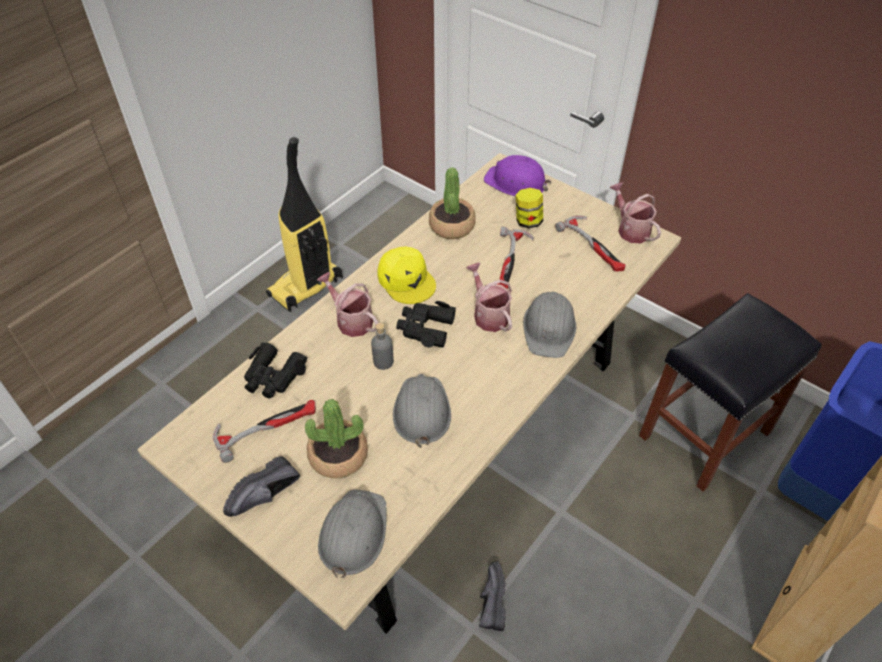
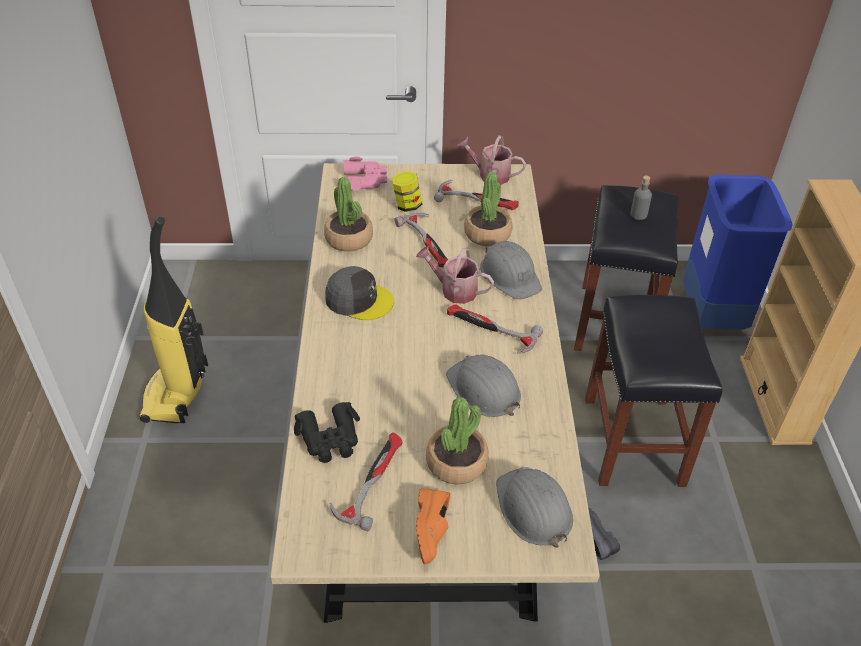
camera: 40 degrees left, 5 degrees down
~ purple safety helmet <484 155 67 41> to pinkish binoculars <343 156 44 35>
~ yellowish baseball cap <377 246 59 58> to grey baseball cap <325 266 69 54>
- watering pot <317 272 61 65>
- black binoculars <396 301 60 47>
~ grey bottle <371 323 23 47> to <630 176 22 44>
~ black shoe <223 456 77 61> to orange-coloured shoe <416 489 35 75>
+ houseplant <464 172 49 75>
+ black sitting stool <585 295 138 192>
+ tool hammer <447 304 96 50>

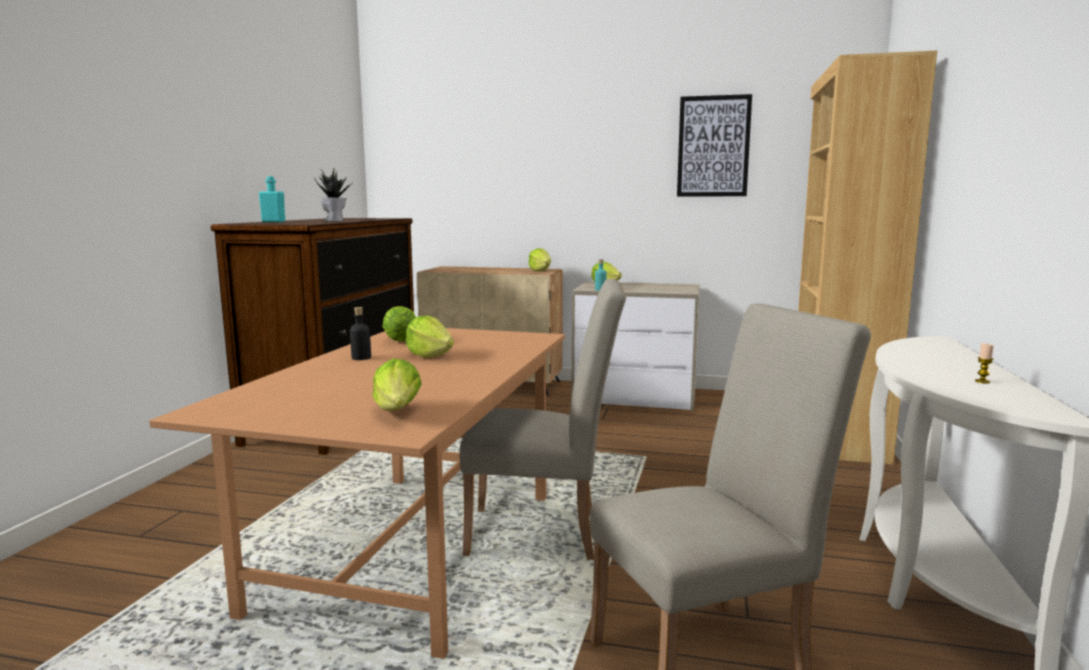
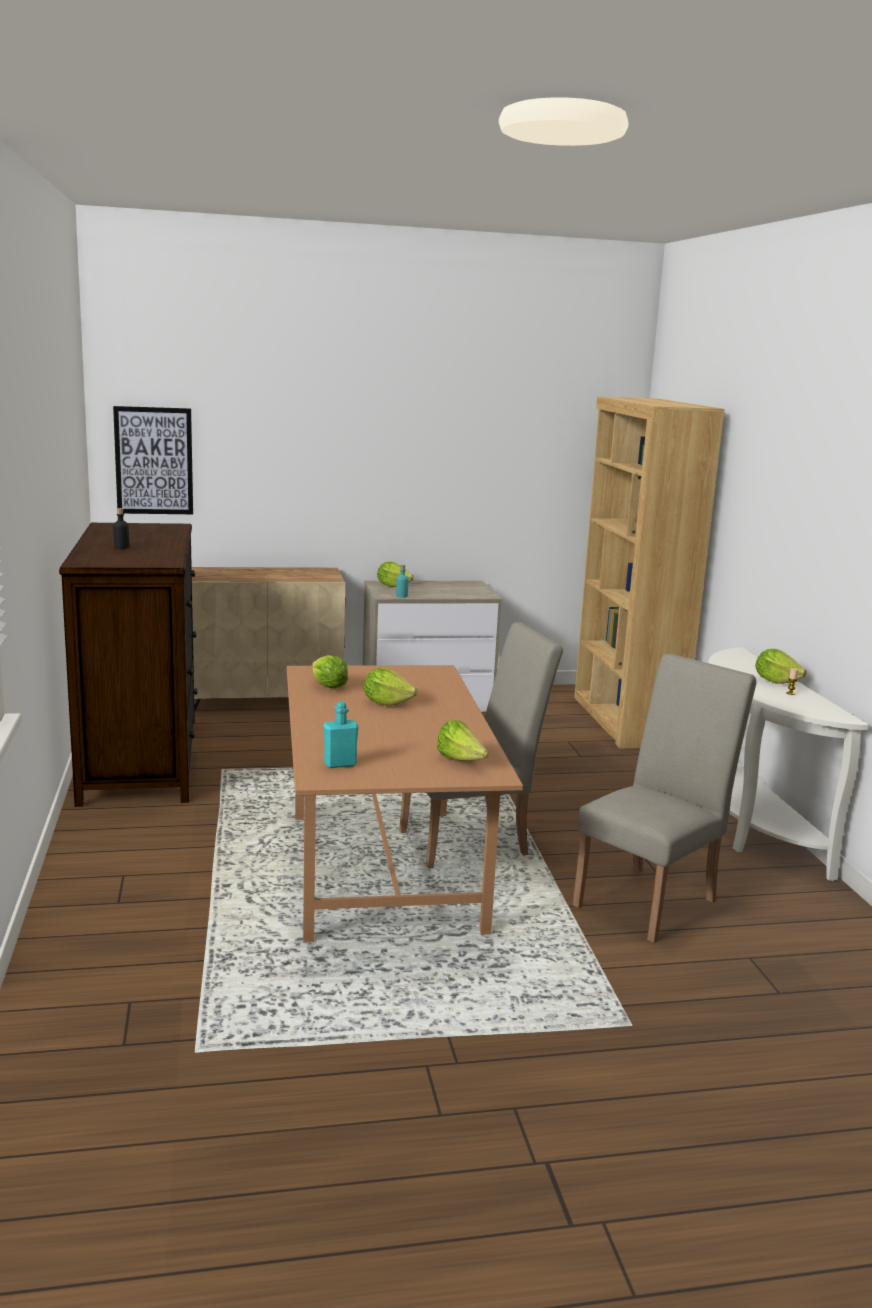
camera: 25 degrees left, 5 degrees up
~ picture <677 94 75 102> to <113 406 80 108>
- houseplant <314 168 37 53>
~ turquoise-coloured bottle <259 176 26 46> to <323 702 36 66>
~ lettuce head <528 248 23 23> to <755 649 52 35>
~ black bottle <350 307 21 53> to <113 508 16 41>

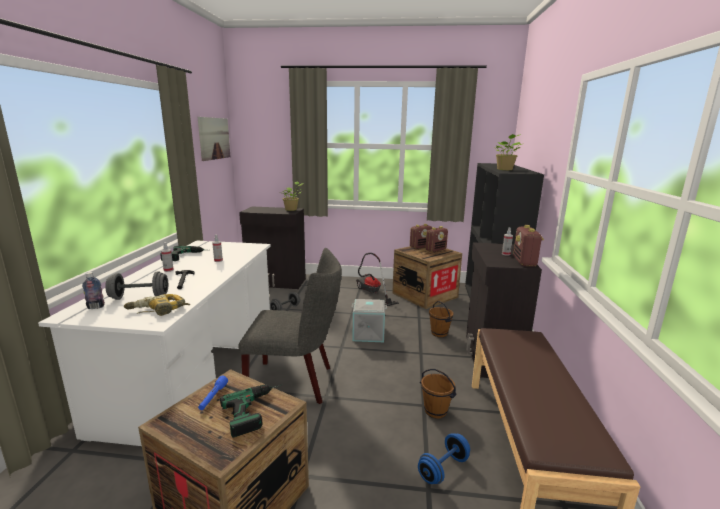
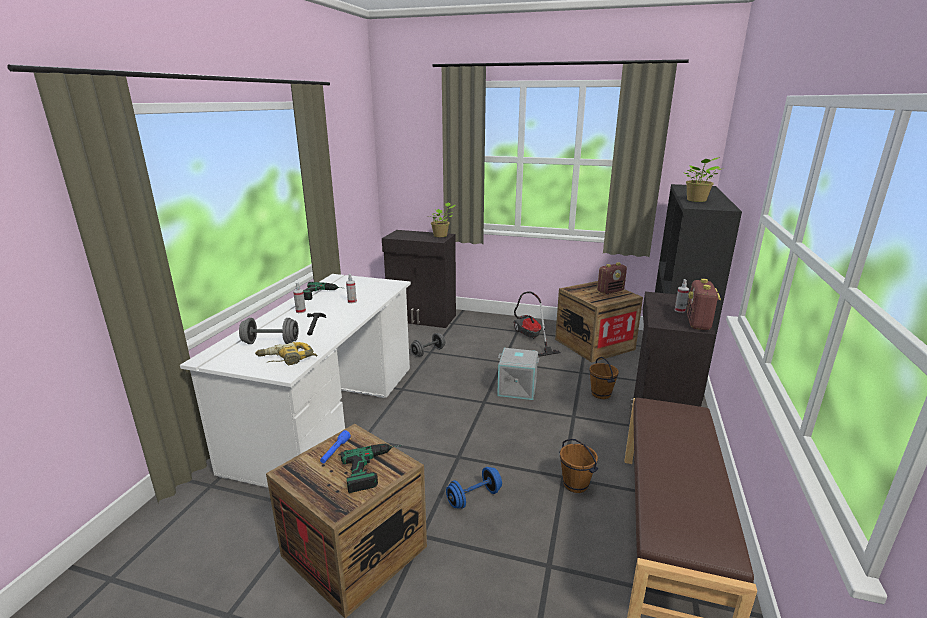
camera: 10 degrees right, 5 degrees up
- picture <198 117 32 44>
- radio set <410 224 22 25>
- grey upright chair <238 248 104 156>
- bottle <82 272 23 37>
~ blue-coloured free weight <418 433 52 51> to <446 467 56 42>

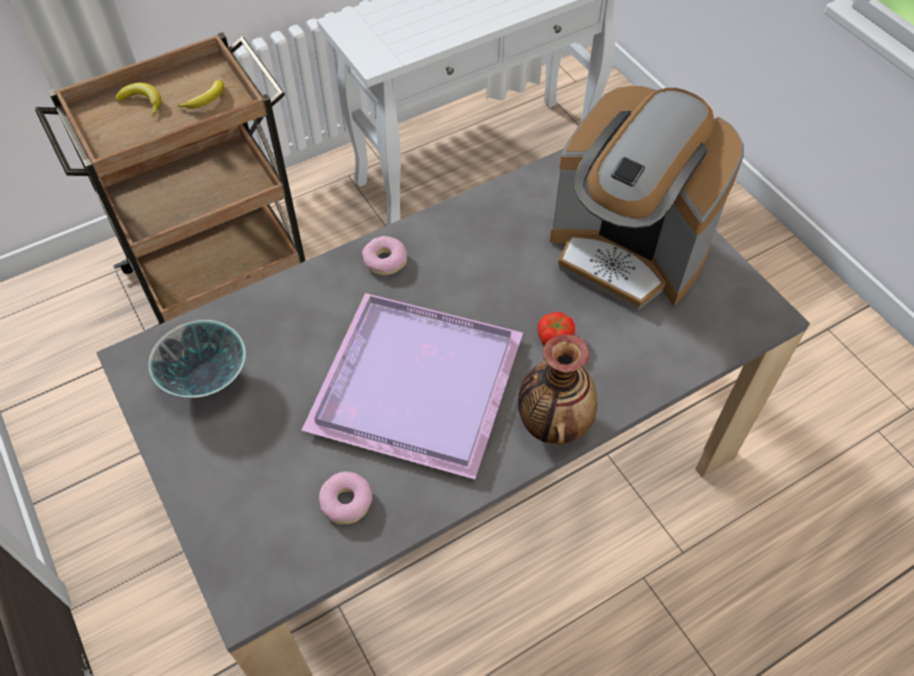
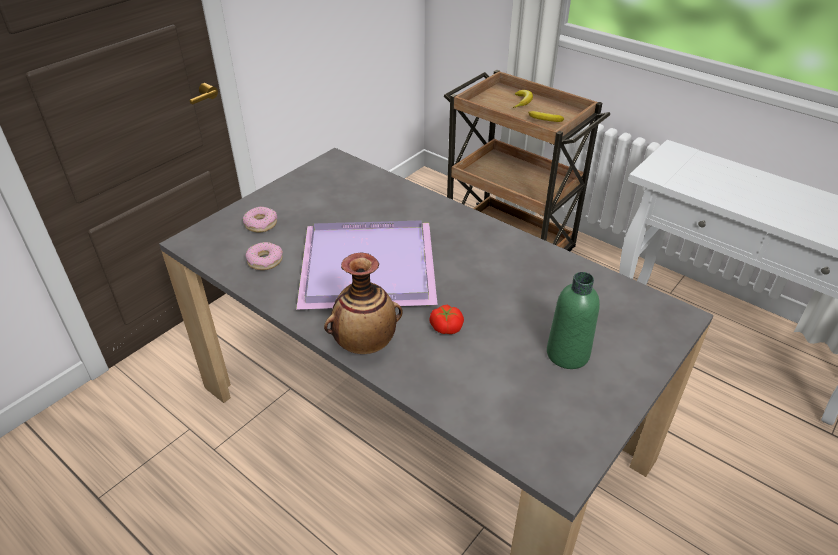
camera: 70 degrees right, 15 degrees down
~ coffee machine <550 86 194 224> to green bottle <547 272 53 97>
~ ring doughnut <362 236 45 39> to <243 207 34 26>
- bowl <148 320 98 78>

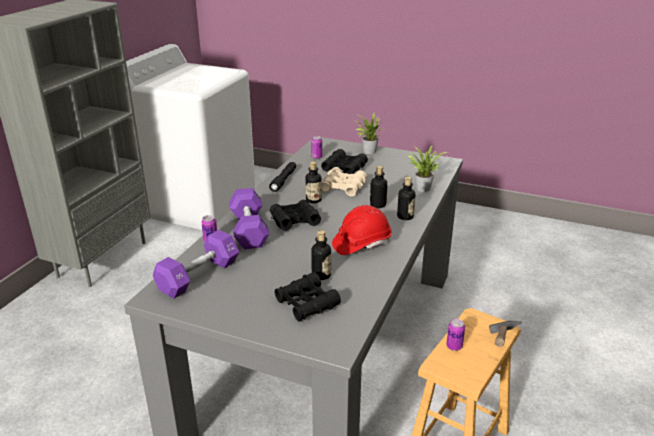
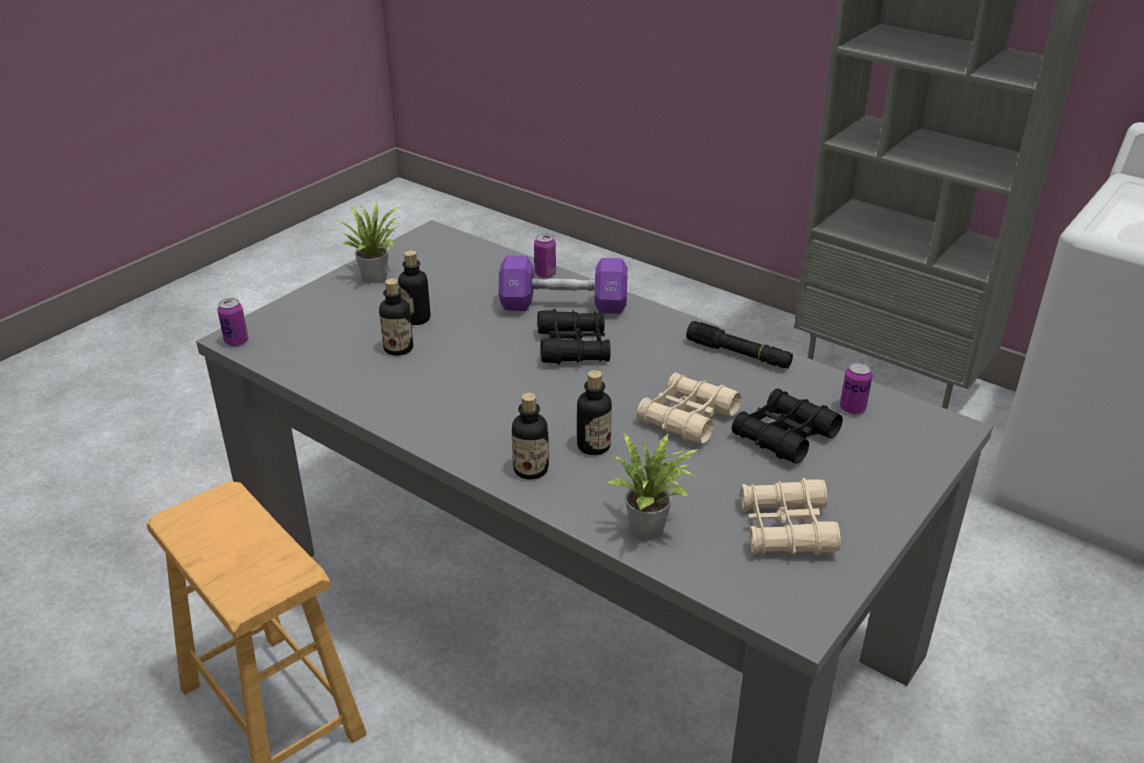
camera: 105 degrees right, 5 degrees up
~ houseplant <356 112 26 42> to <334 201 66 82>
~ bottle <305 161 17 42> to <398 250 33 75>
- red-coloured safety helmet <332 205 60 50>
- purple free weight <153 230 86 69>
- black binoculars <275 272 66 50>
~ metal can <446 319 19 32> to <217 298 31 49>
- tool hammer <489 321 33 26>
+ sand-coloured binoculars <741 478 100 77>

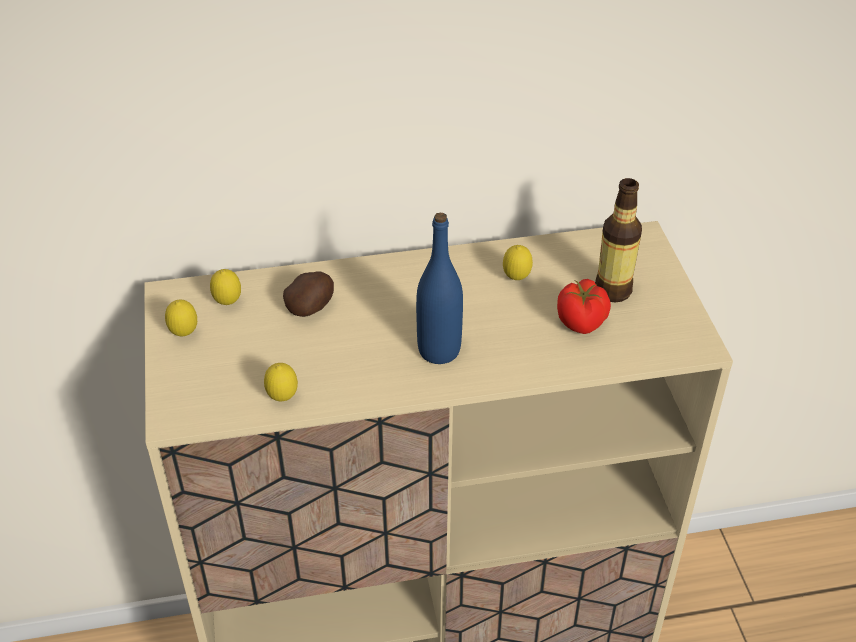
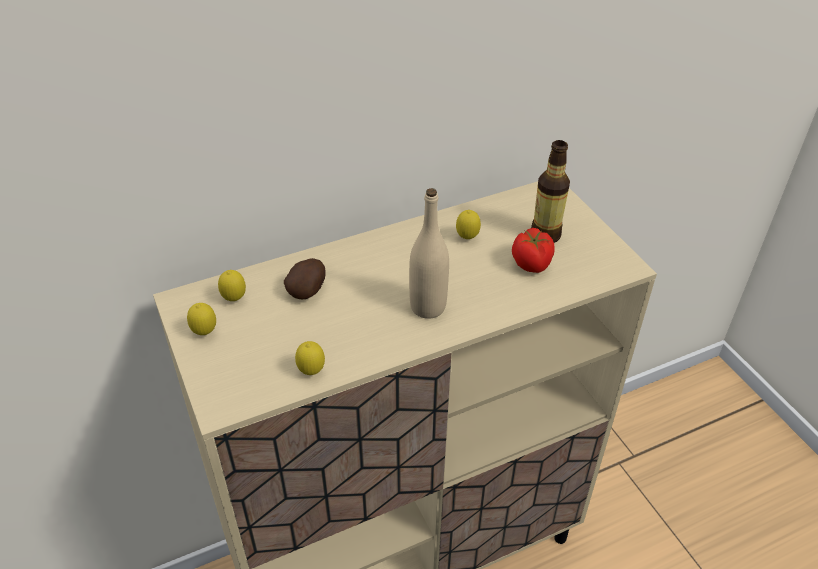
camera: 15 degrees left, 0 degrees up
~ blue-coloured bottle <416 213 47 151> to sand-coloured bottle <409 188 40 131>

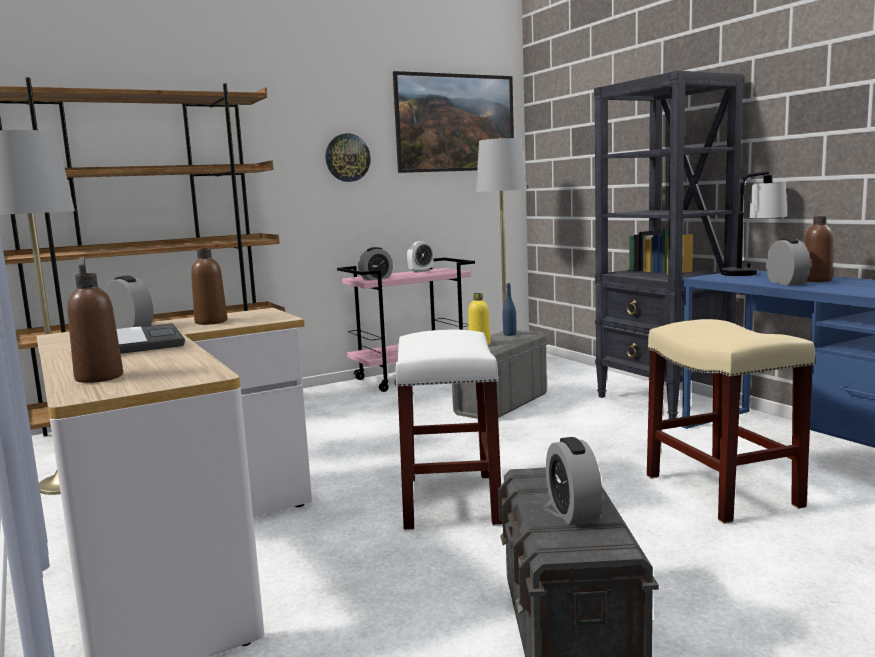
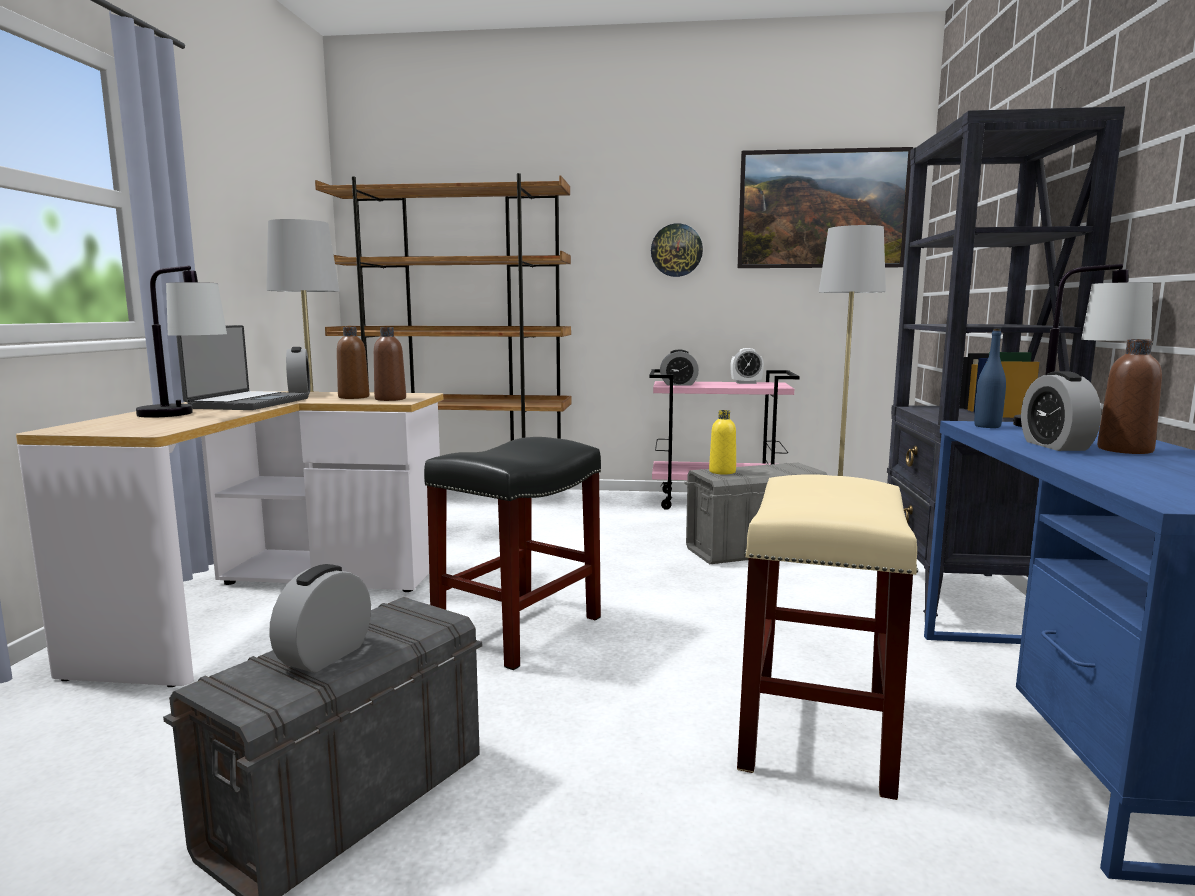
camera: 35 degrees right, 0 degrees up
~ table clock <766 238 44 47> = <1021 371 80 80> 150 degrees clockwise
~ brown-coloured bottle <67 273 56 110> to <374 327 32 74>
~ blue-coloured bottle <503 283 13 53> to <974 329 32 99>
~ whitish sitting stool <395 330 108 201> to black sitting stool <424 437 177 233>
+ tabletop lamp <136 266 91 152>

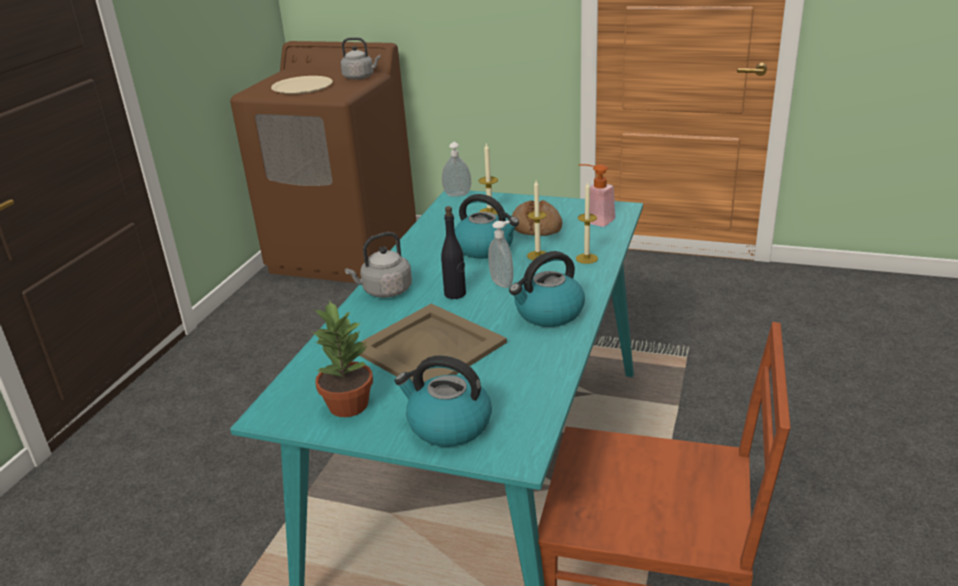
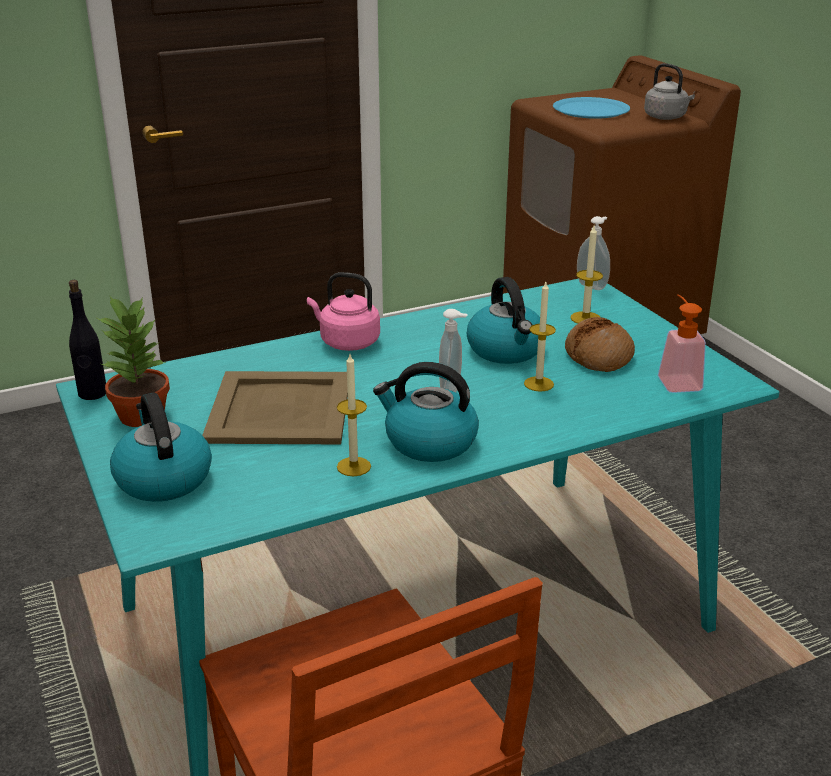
camera: 45 degrees right, 0 degrees up
~ sand-coloured flat dish <271 76 62 18> to blue-coloured flat dish <553 97 77 22>
~ wax light <576 182 22 82> to <337 354 34 123>
~ black bottle <441 206 25 93> to <69 280 37 120>
~ grey kettle <345 232 67 66> to pinkish kettle <307 272 73 79>

